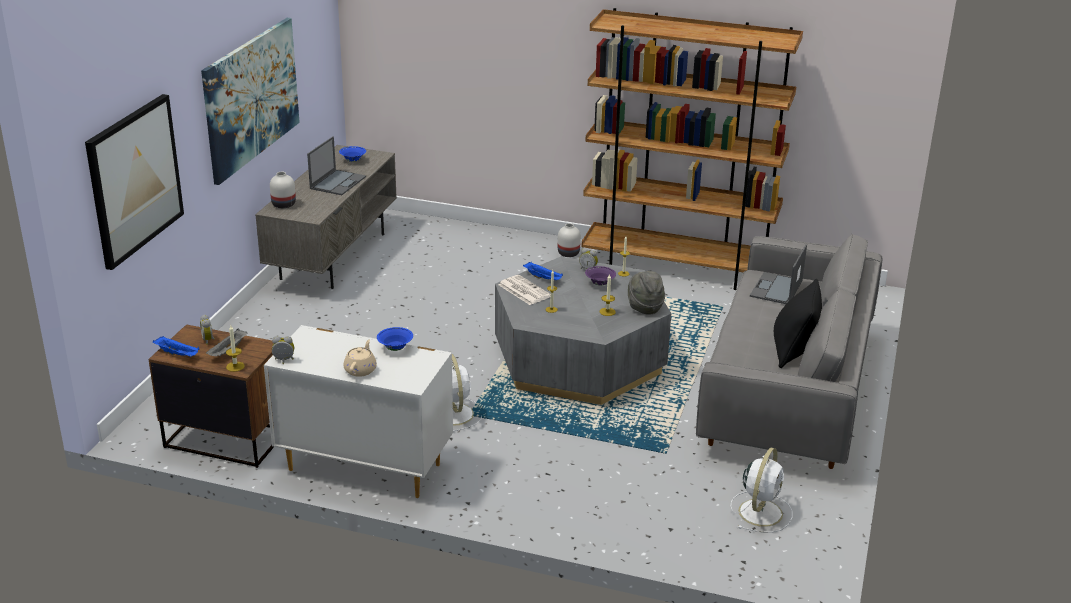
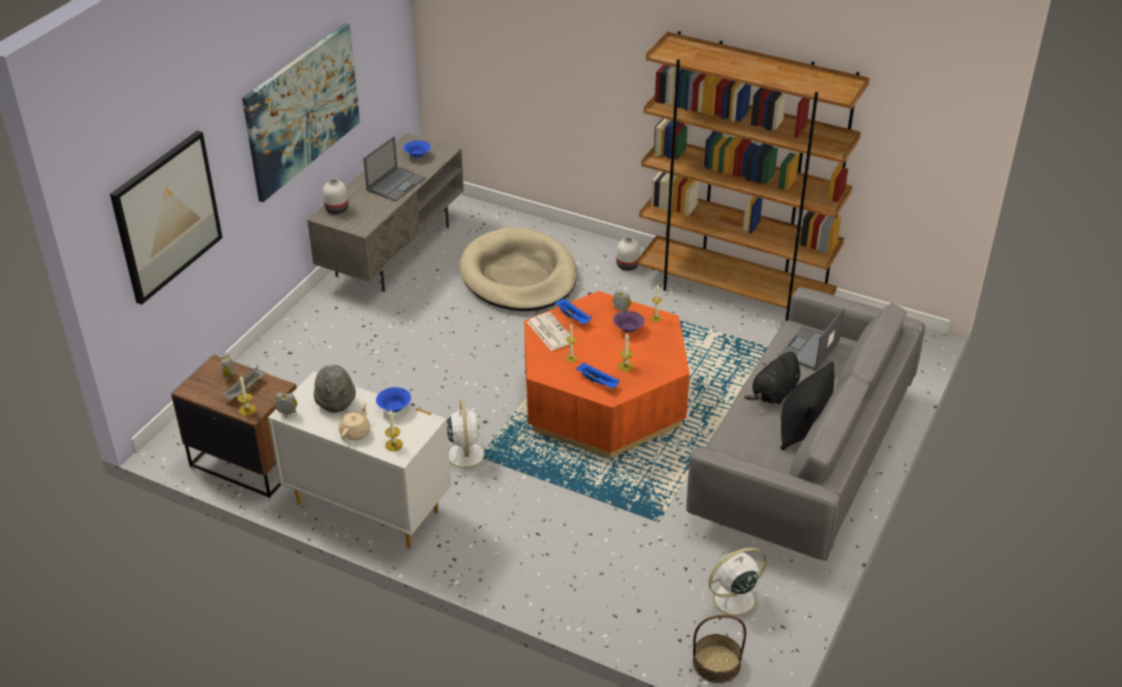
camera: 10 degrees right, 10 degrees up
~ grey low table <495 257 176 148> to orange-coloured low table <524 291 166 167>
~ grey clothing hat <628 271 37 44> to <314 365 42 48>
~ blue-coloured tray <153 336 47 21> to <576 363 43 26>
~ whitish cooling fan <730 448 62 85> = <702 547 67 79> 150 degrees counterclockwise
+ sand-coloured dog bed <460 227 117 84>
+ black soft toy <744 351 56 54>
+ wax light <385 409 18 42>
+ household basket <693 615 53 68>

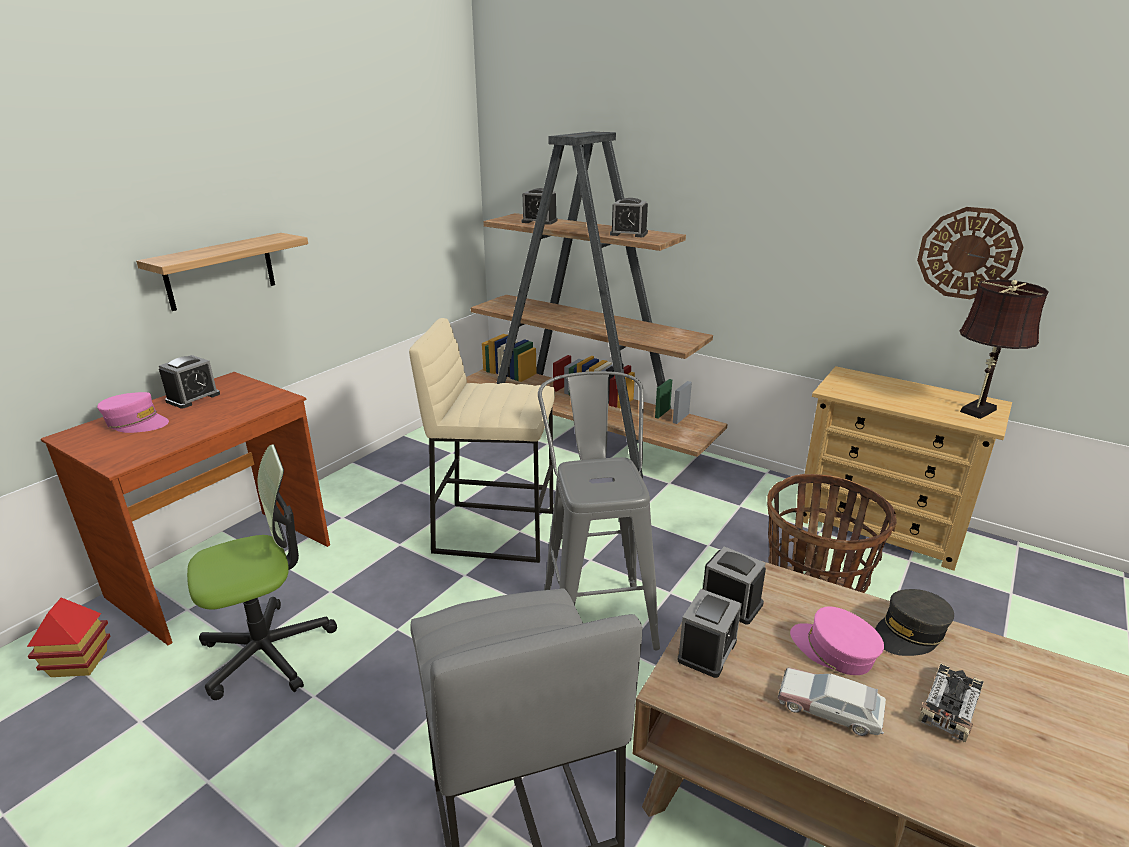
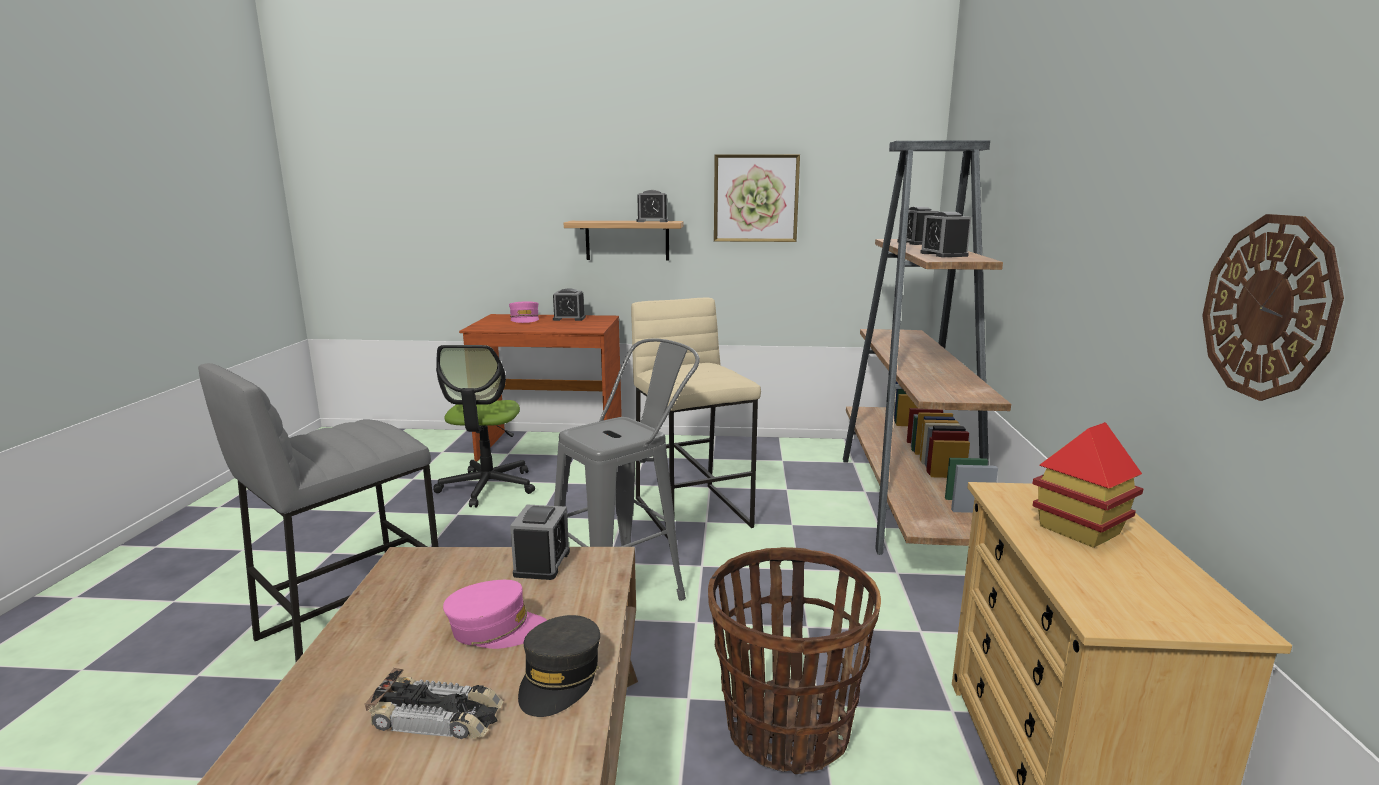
camera: 60 degrees right, 10 degrees down
- brown-coloured tabletop lamp <960 280 89 139>
~ desk chair <187 444 150 256> = <433 345 102 162> 60 degrees clockwise
~ table clock <678 589 64 89> to <637 190 31 32>
~ grey baseball cap <875 589 79 67> = <518 615 82 102> 105 degrees counterclockwise
~ miniature house <27 597 84 80> to <1032 422 112 126>
~ pinkish baseball cap <790 606 94 69> = <443 580 104 69> 75 degrees clockwise
- model car <778 667 108 69>
+ picture <714 154 86 88>

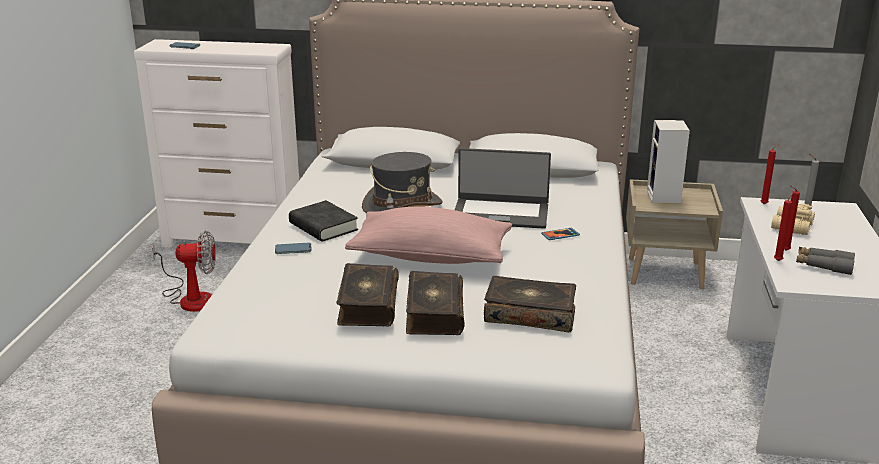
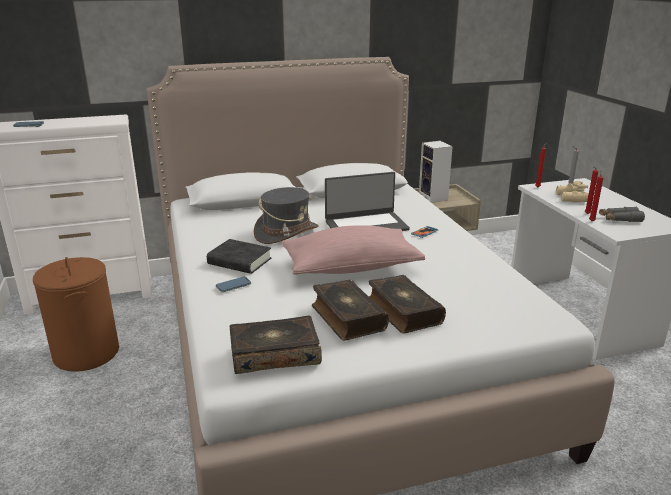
camera: 25 degrees left, 0 degrees up
~ cooling fan <152 231 64 81> to brown-coloured hamper <33 257 86 115>
~ volume <484 276 92 56> to <229 316 93 58>

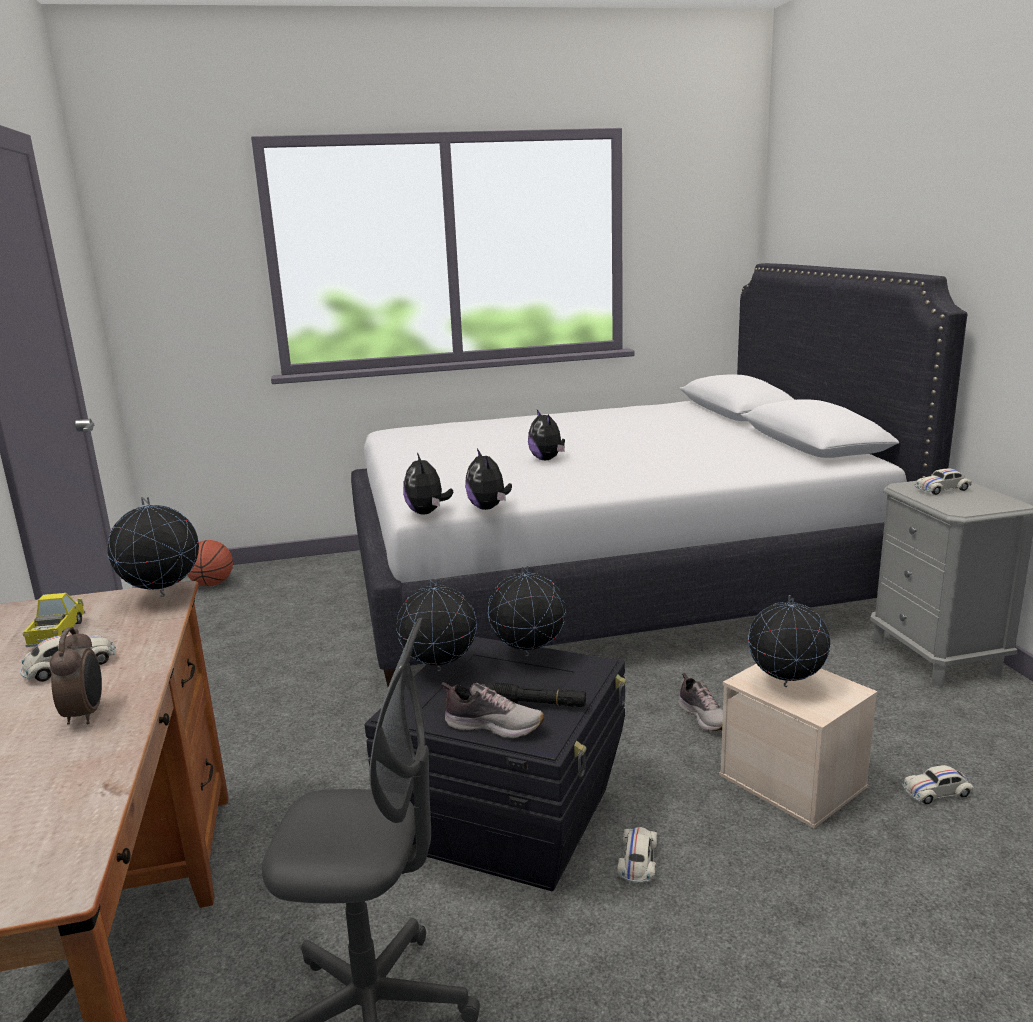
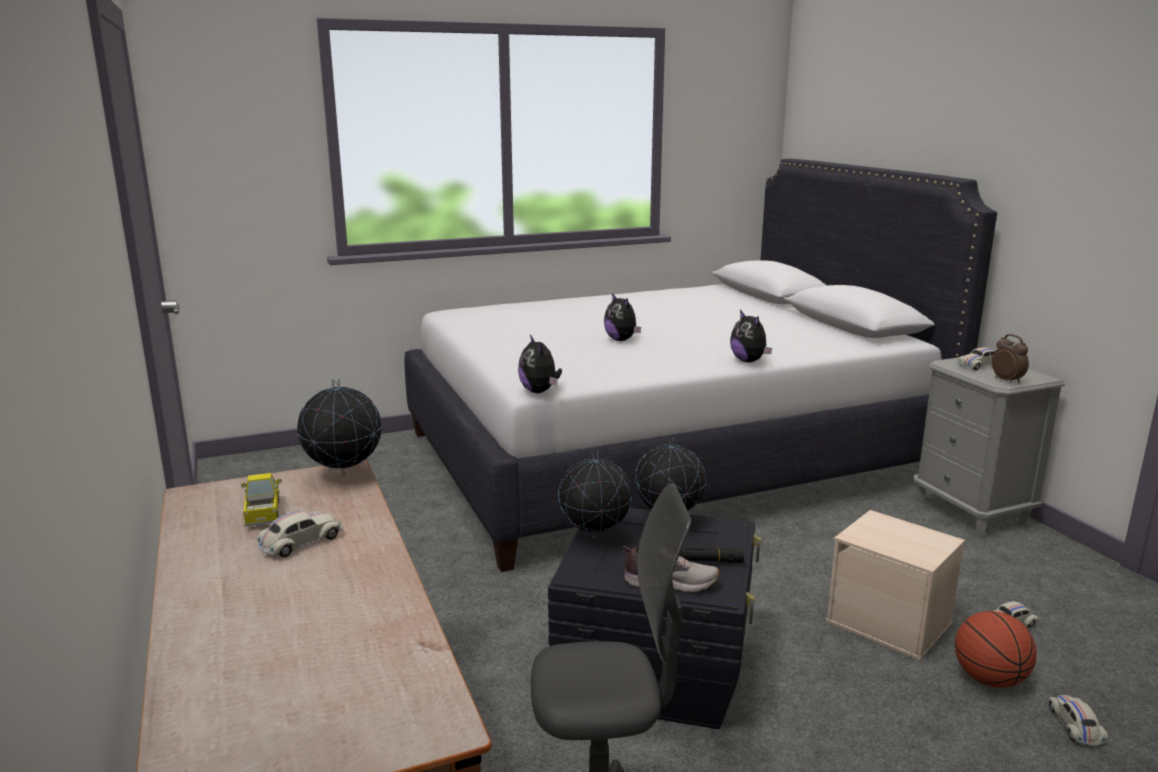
camera: 10 degrees left, 0 degrees up
~ soft toy <465 449 47 61> to <730 310 42 52>
~ ball for basketball <187 540 46 46> to <955 611 82 77>
- desk globe <748 595 82 92>
~ table clock <50 627 52 98> to <992 334 37 50>
- shoe <678 673 45 58>
~ whitish model car <617 827 40 56> to <1047 695 62 51>

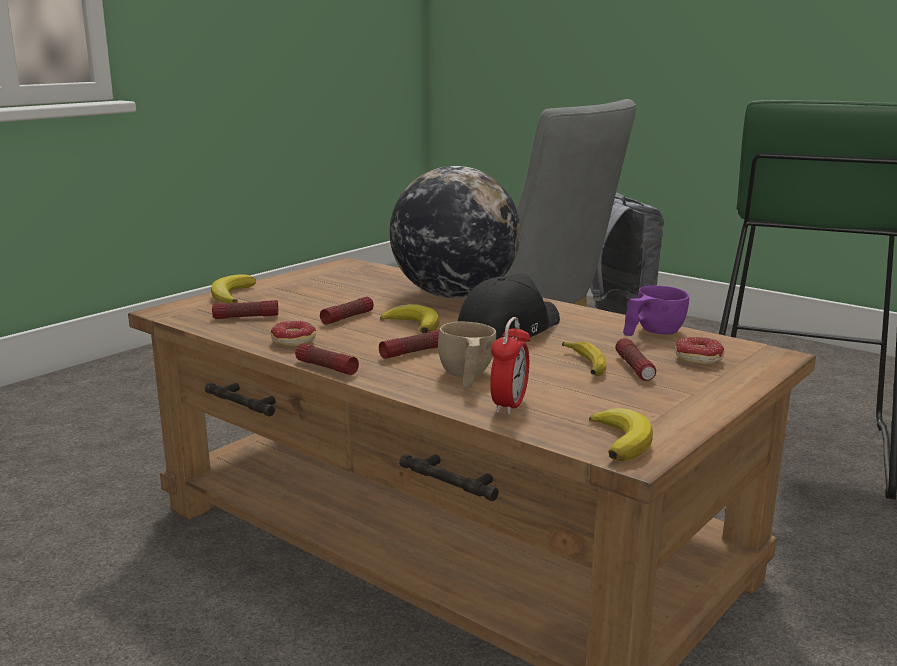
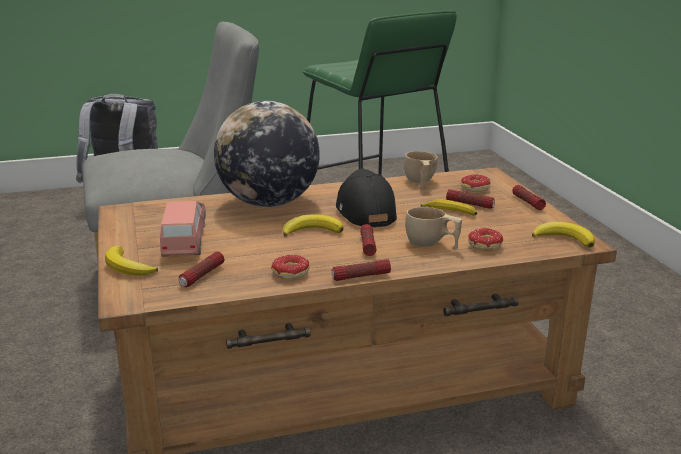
camera: 55 degrees left, 5 degrees up
~ purple drinking cup <623 286 66 50> to sand-coloured drinking cup <404 151 34 38>
~ flashlight <320 297 54 27> to <512 185 34 25>
~ table clock <490 317 40 98> to ring doughnut <468 228 54 23>
+ pinkish model car <160 201 46 56>

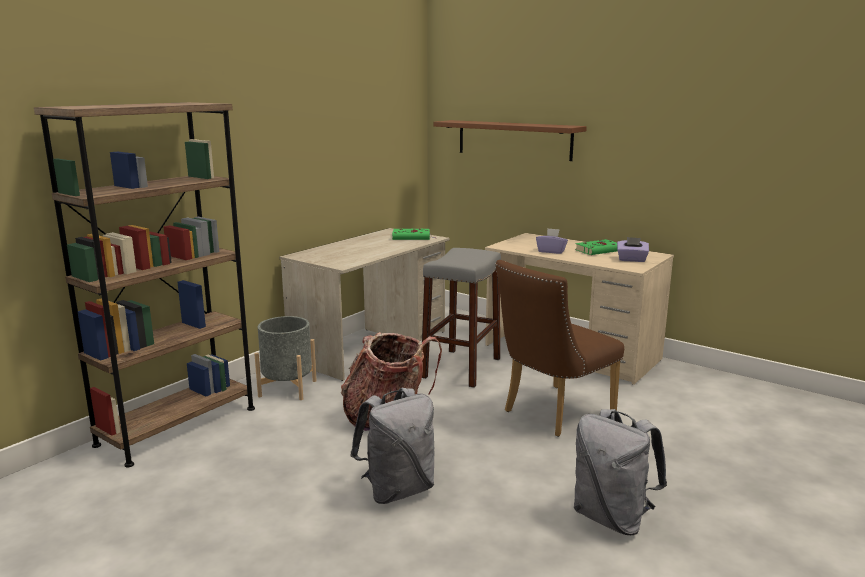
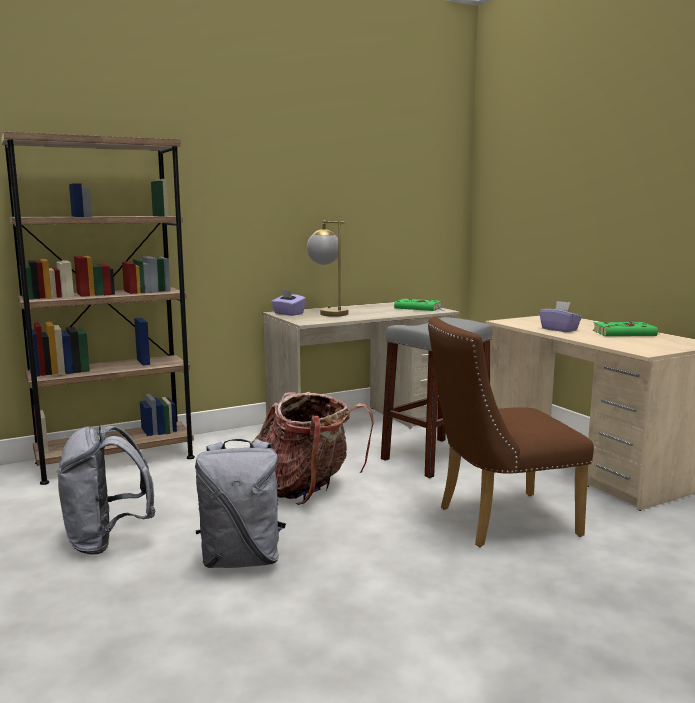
camera: 25 degrees right, 5 degrees down
- brown-coloured shelf <434 120 153 41>
~ purple tissue holder <617 237 32 25> to <271 289 35 27>
- grey flower pot <254 316 63 84>
~ grey knapsack <574 409 93 126> to <57 425 98 130>
+ tabletop lamp <307 221 41 96>

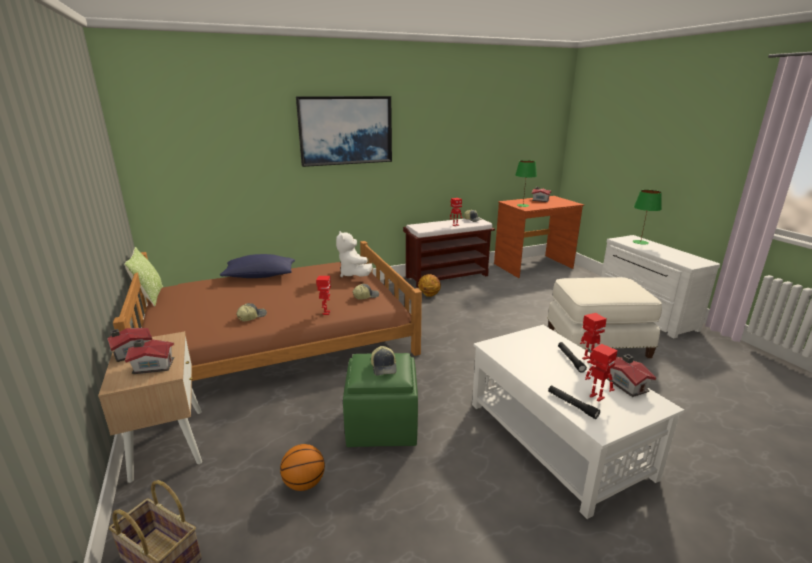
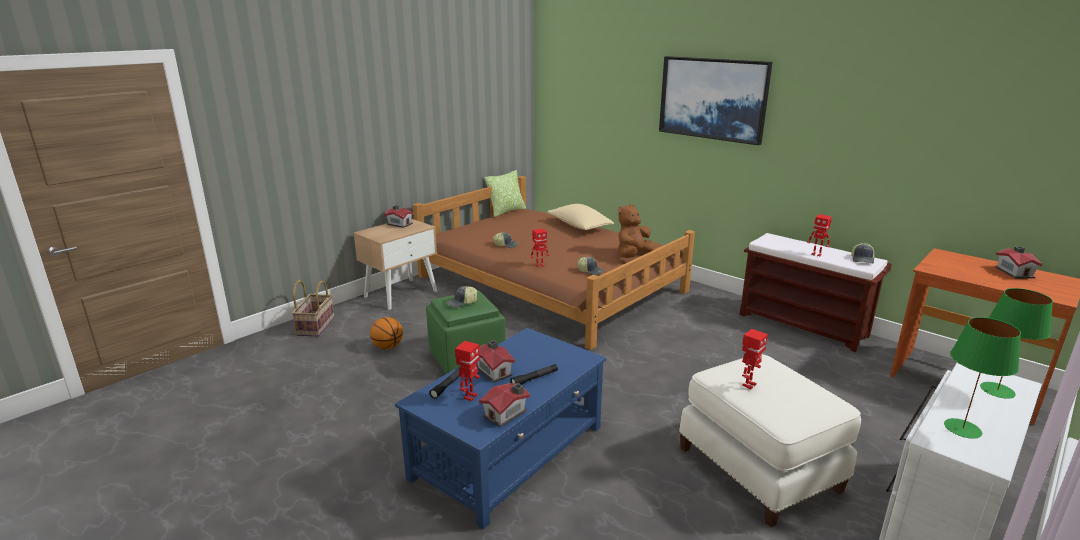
camera: 65 degrees right, 0 degrees up
~ green tabletop lamp <515 160 22 47> to <944 317 77 122>
~ whitish soft toy <336 231 36 46> to brown-coloured soft toy <618 204 36 54>
~ blue-coloured throw pillow <220 254 75 24> to sand-coloured throw pillow <547 204 67 26>
- ball for basketball <418 274 23 23>
~ robot figure <580 313 27 50> to <742 329 26 60>
~ whitish low table <472 325 212 194> to blue-coloured low table <395 328 211 201>
~ miniature house <125 339 49 35> to <477 340 38 43>

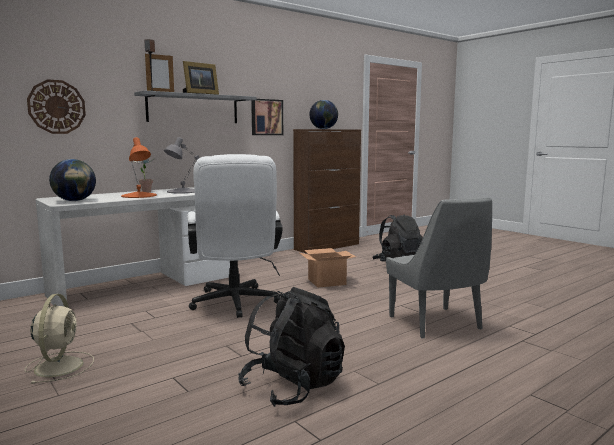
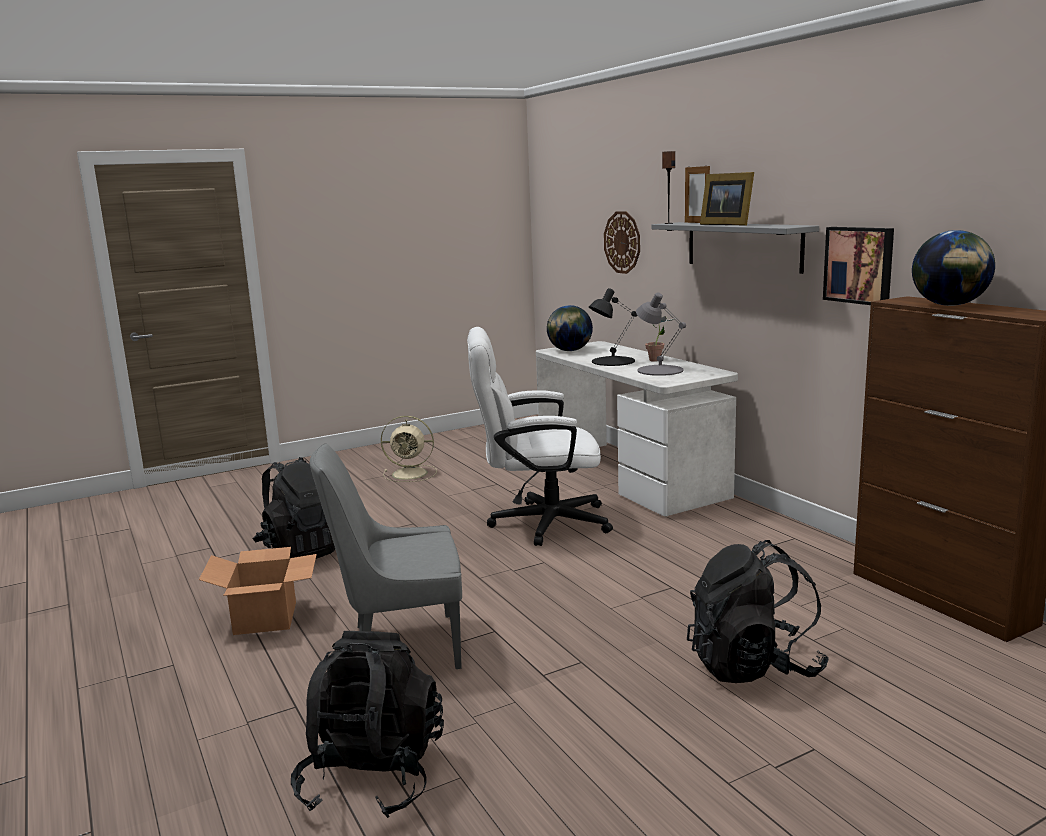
camera: 100 degrees right, 5 degrees up
~ orange-coloured tabletop lamp <121 137 36 61> to black tabletop lamp <589 288 48 78>
~ packing box <300 248 56 40> to <199 547 118 88>
+ black knapsack <291 631 153 187>

